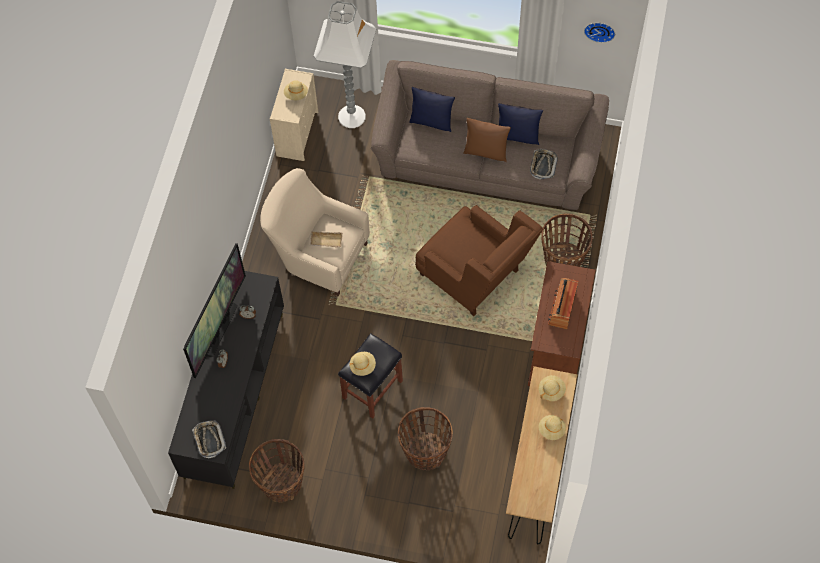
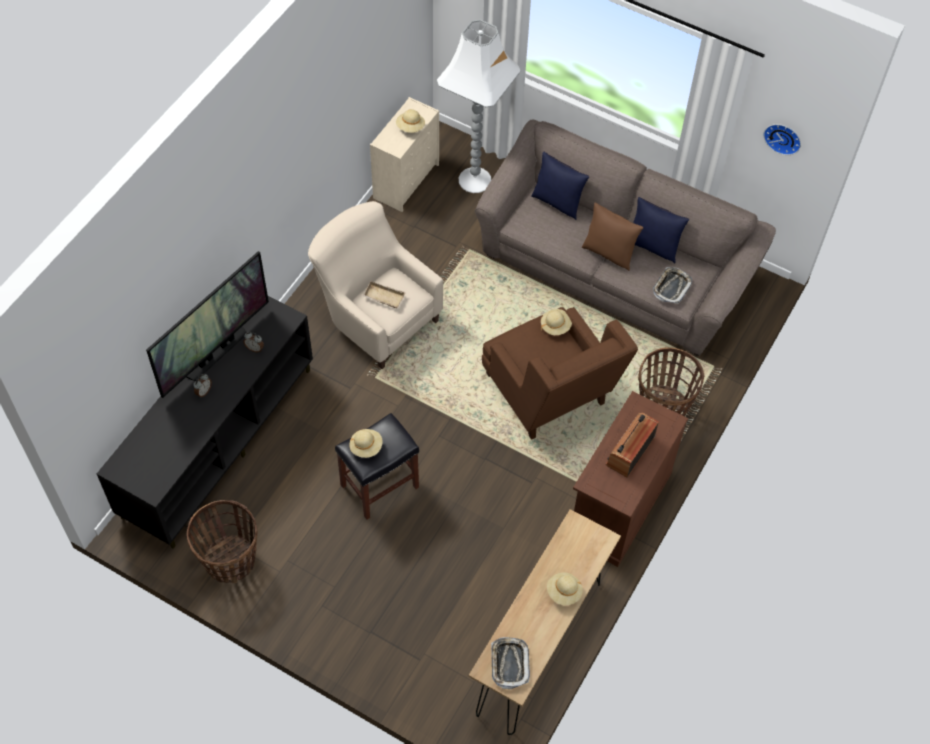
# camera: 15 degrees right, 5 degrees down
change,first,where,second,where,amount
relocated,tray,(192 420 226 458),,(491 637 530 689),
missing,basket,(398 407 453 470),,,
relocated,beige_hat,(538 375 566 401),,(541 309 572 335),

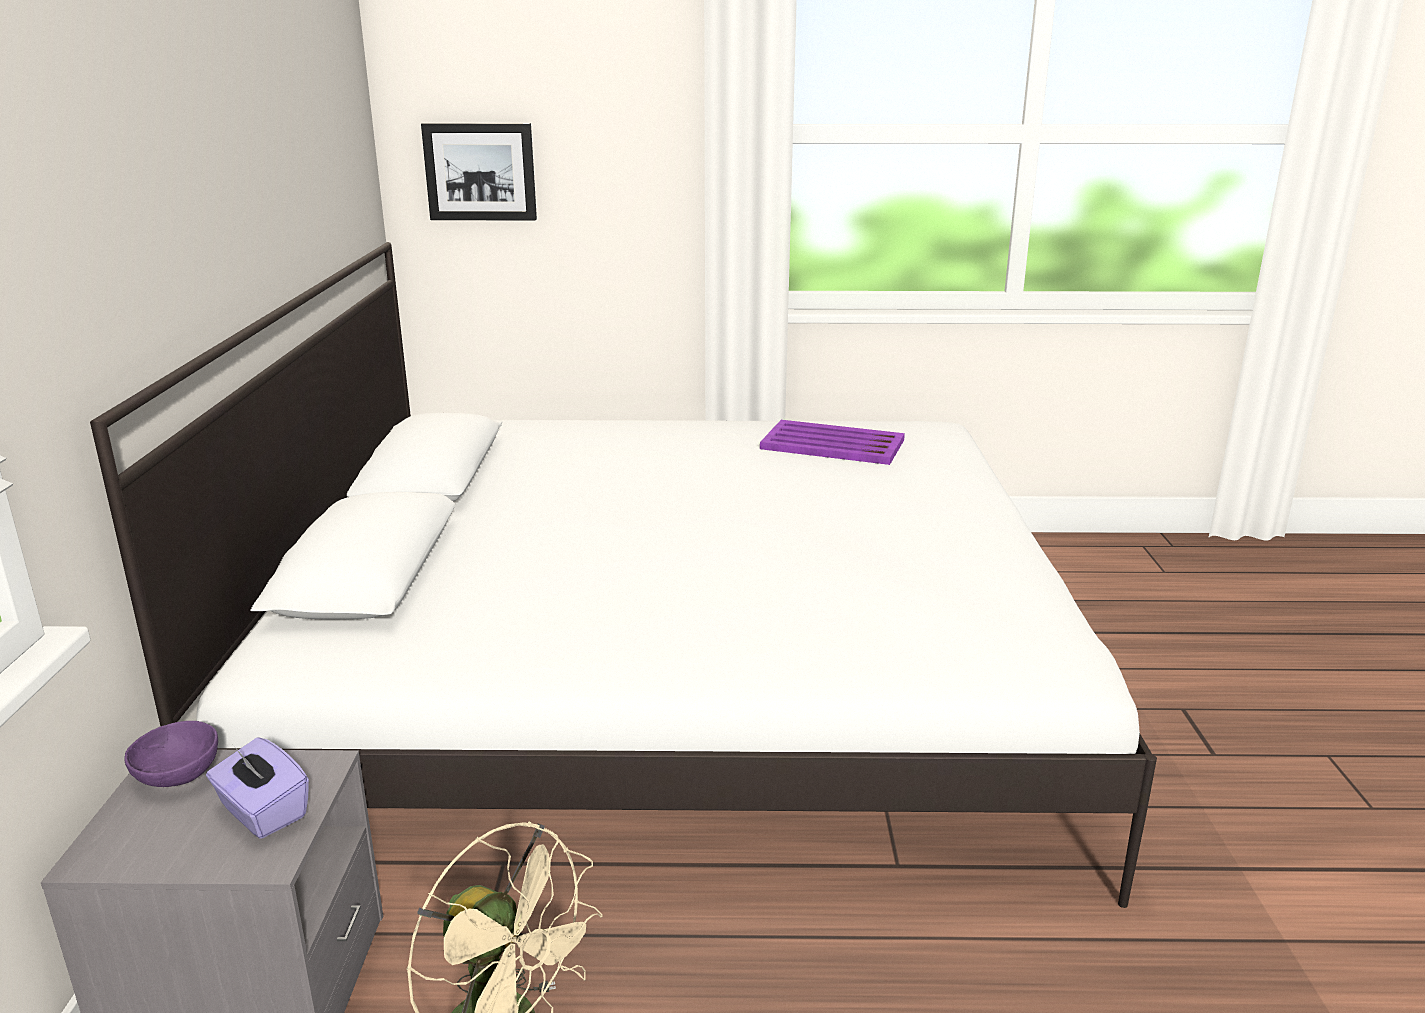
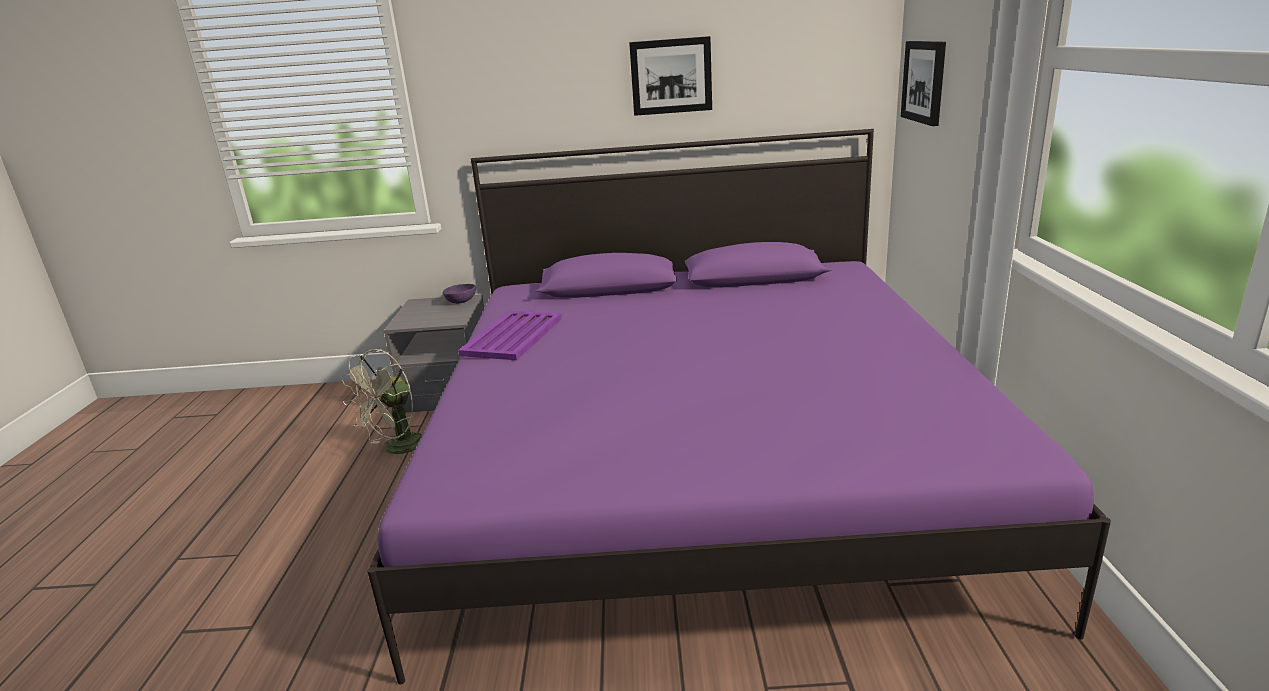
# camera: 90 degrees right, 0 degrees up
change,first,where,second,where,amount
colour,white_bed,(90 242 1157 908),purple_bed,(367 129 1111 685),
missing,purple_tissue_box,(206 738 309 839),,,
relocated,purple_tray,(760 420 905 465),,(458 311 562 360),
appeared,,,picture,(629 36 712 116),

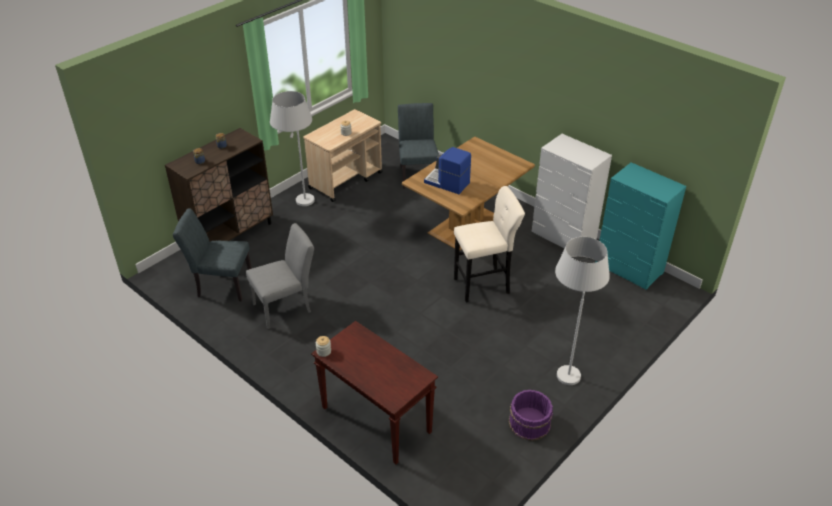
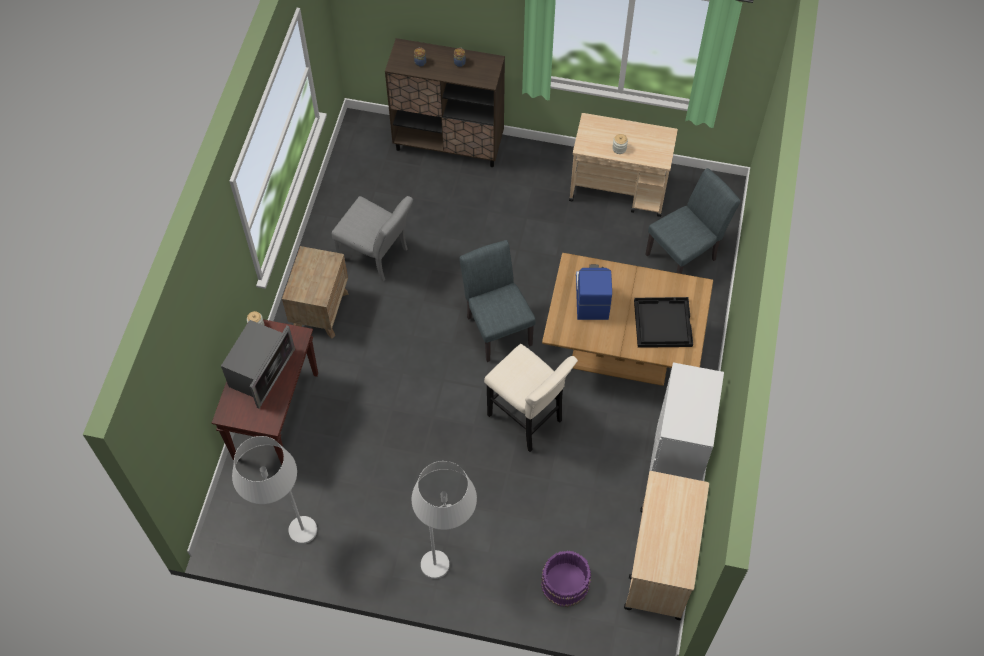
# camera: 60 degrees right, 20 degrees up
change,first,where,second,where,amount
relocated,grey_chair,(173 208 252 302),,(459 240 536 362),
relocated,white_floor_lamp,(270 91 315 206),,(232 436 317 544),
relocated,purple_bucket,(508 390 553 441),,(541 550 591 607),
exchanged,turquoise_dresser,(595 162 686 290),beige_cart,(624 471 709 620),
appeared,,,microwave,(221 320 295 409),
appeared,,,brown_nightstand,(282 246 349 338),
appeared,,,black_tray,(634 297 693 348),

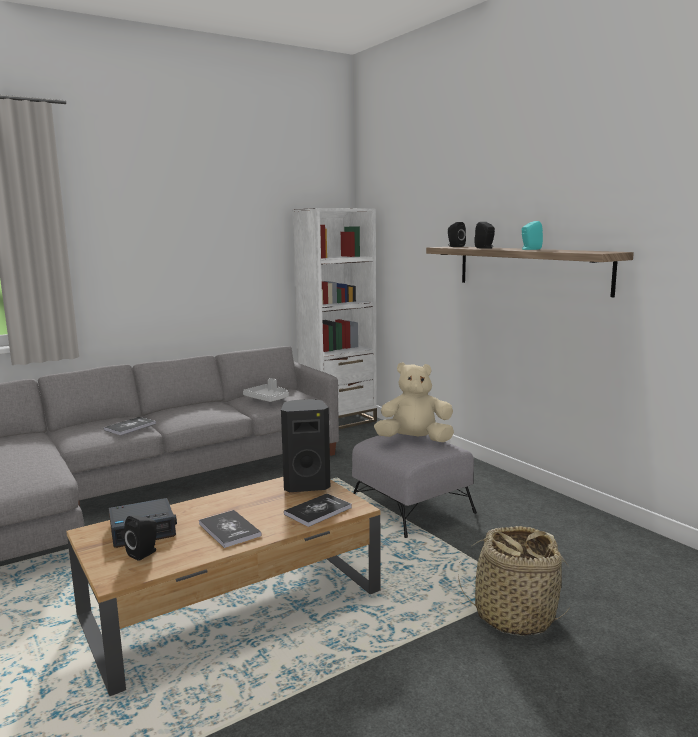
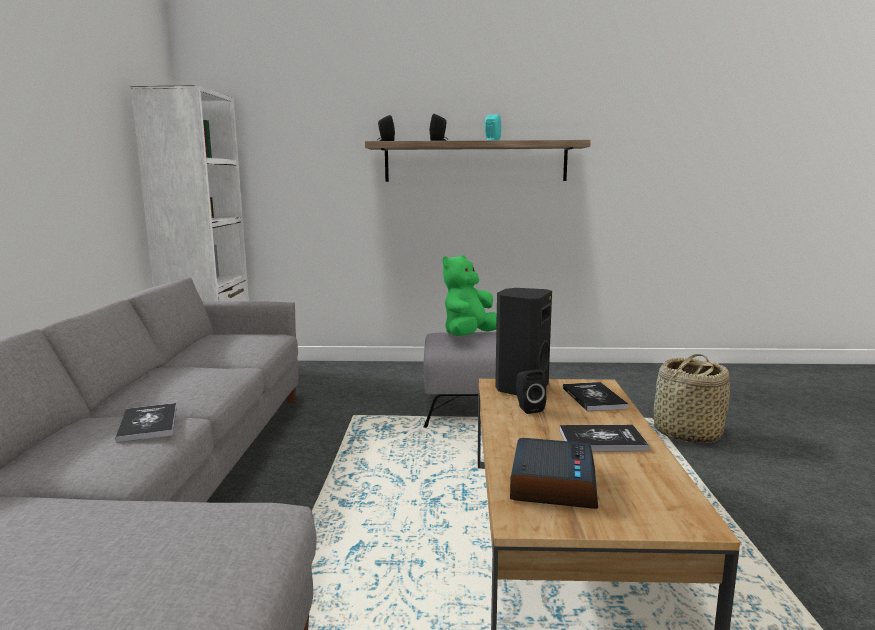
# camera: 55 degrees left, 0 degrees up
change,first,where,second,where,amount
relocated,black_speaker,(124 516 157 561),,(516 369 546 414),
missing,grey_tray,(243 378 289 402),,,
colour,beige_plush_toy,(374 362 454 442),green_plush_toy,(443 255 497 336),

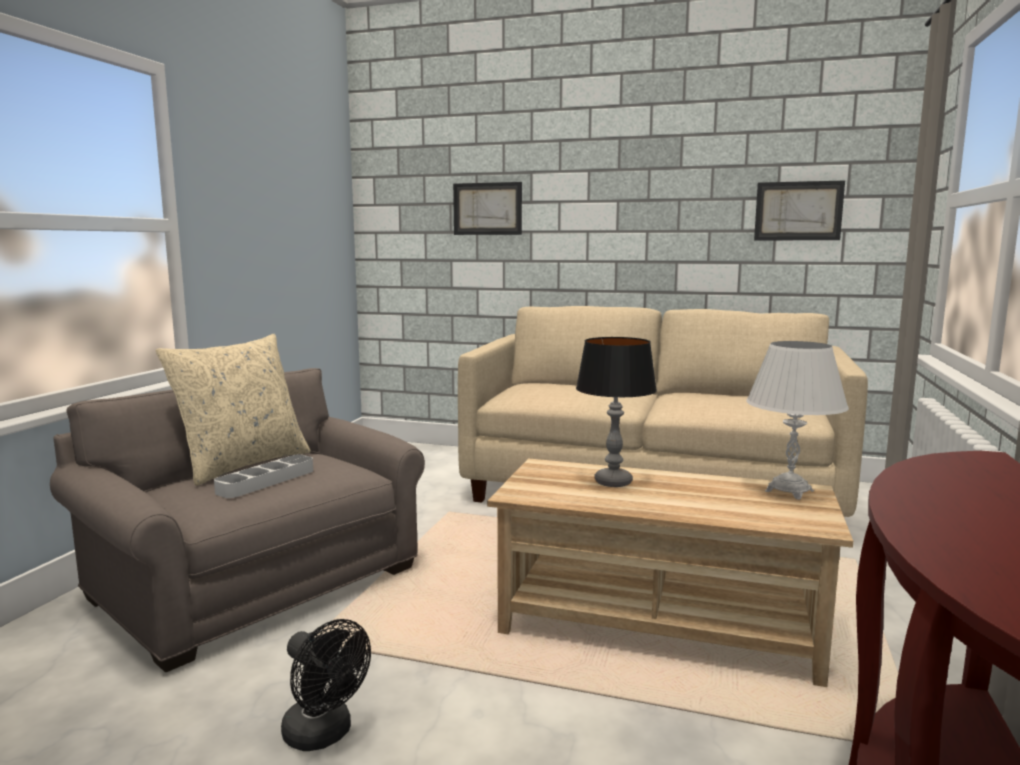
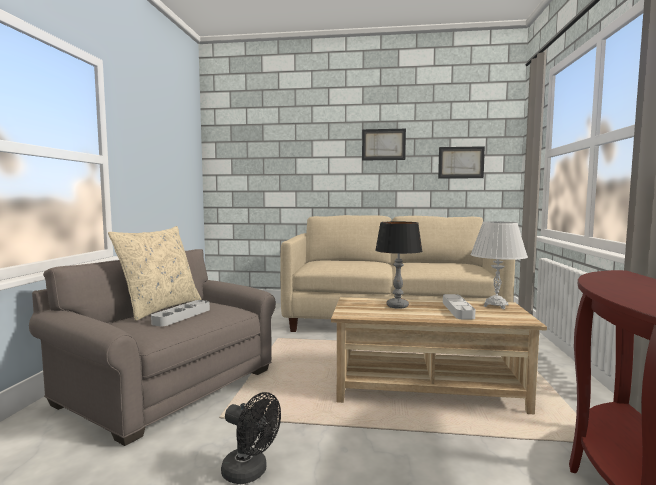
# camera: 10 degrees left, 5 degrees down
change,first,where,second,where,amount
relocated,picture,(453 182 522 235),,(362 129 406 161),
appeared,,,grey_tray,(443 294 476 320),

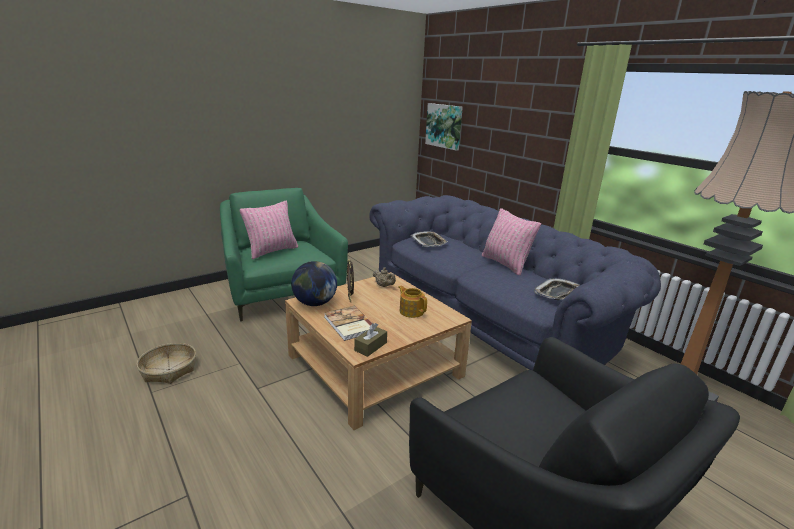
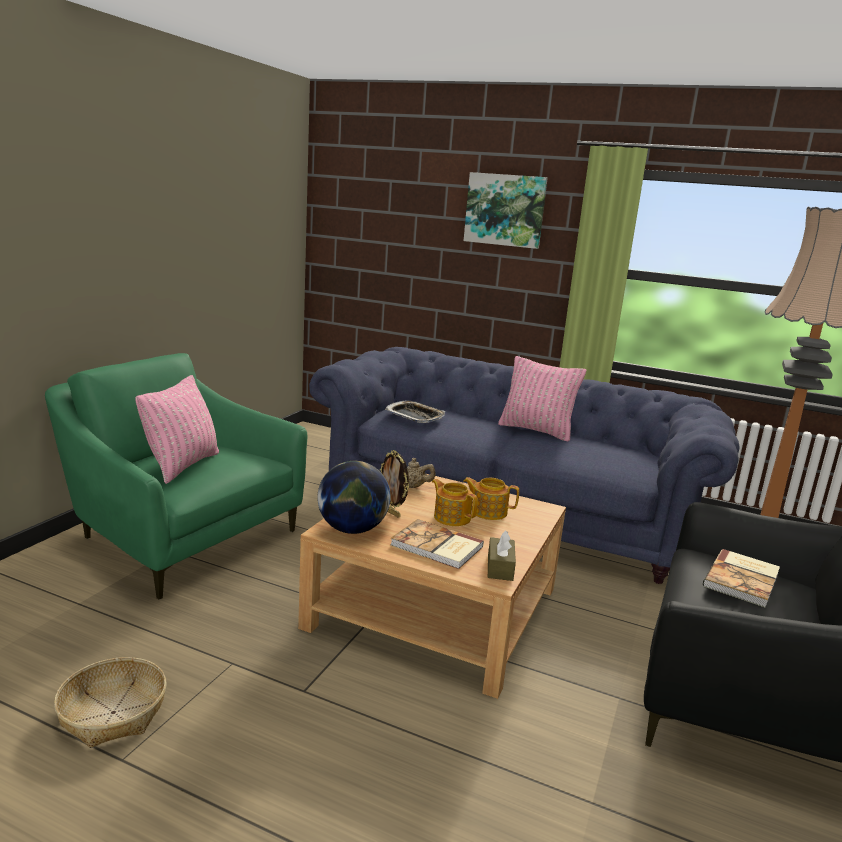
# camera: 30 degrees left, 5 degrees down
change,first,where,second,where,amount
relocated,picture,(425 103 463 151),,(464 172 548 249),
missing,tray,(534 278 580 300),,,
appeared,,,teapot,(432 479 478 526),
appeared,,,book,(703 549 780 608),

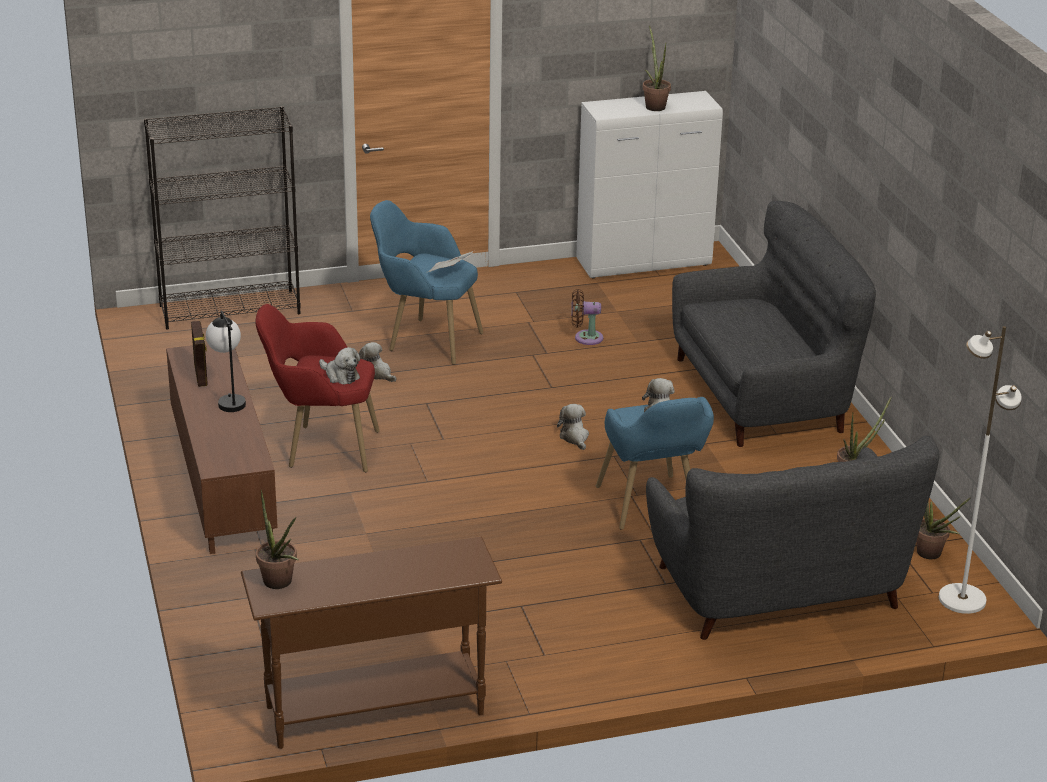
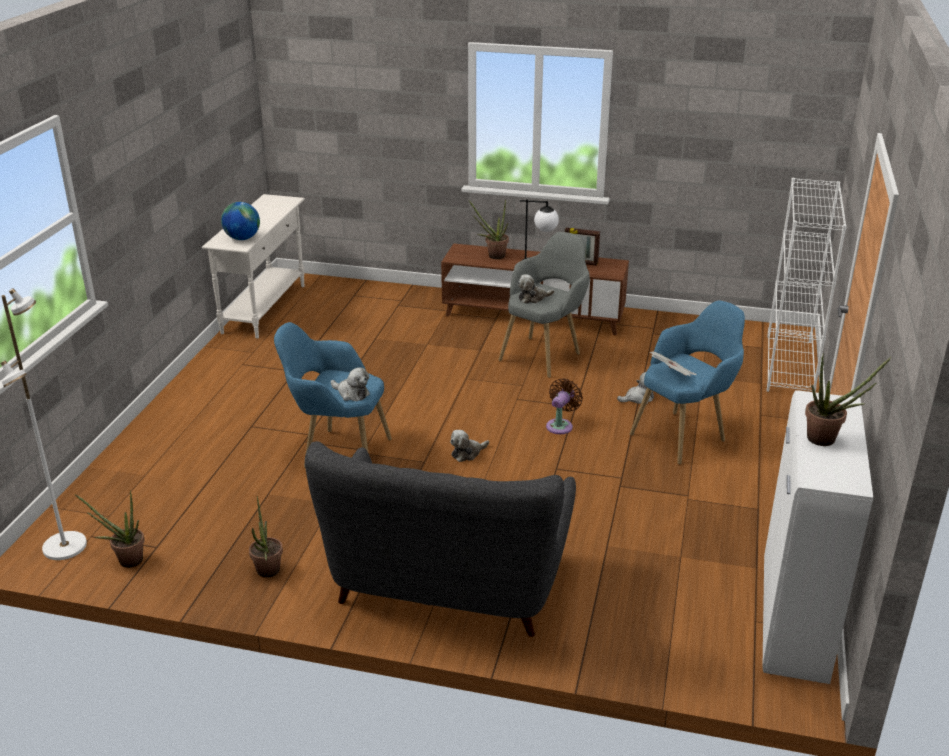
# camera: 120 degrees right, 0 degrees up
change,first,where,second,where,amount
colour,black_bookcase,(144 106 301 329),white_bookcase,(766 178 847 392),
colour,brown_console_table,(241 537 502 749),white_console_table,(202 194 305 338),
colour,red_armchair,(256 304 380 472),grey_armchair,(498 232 590 378),
relocated,potted_plant,(256 490 299 589),,(469 199 509 259),
spun,plush_toy,(557 404 589 450),,(450 430 489 462),135 degrees clockwise
relocated,brown_fan,(571 289 603 345),,(546 378 583 434),
missing,grey_sofa,(646 436 939 640),,,
appeared,,,globe,(221 202 260 240),

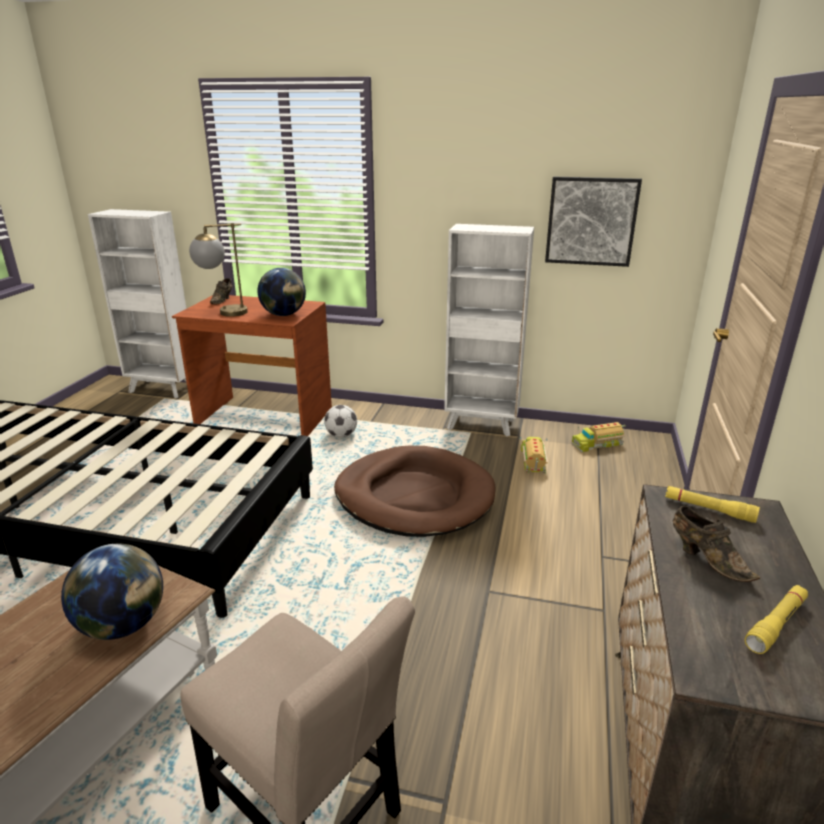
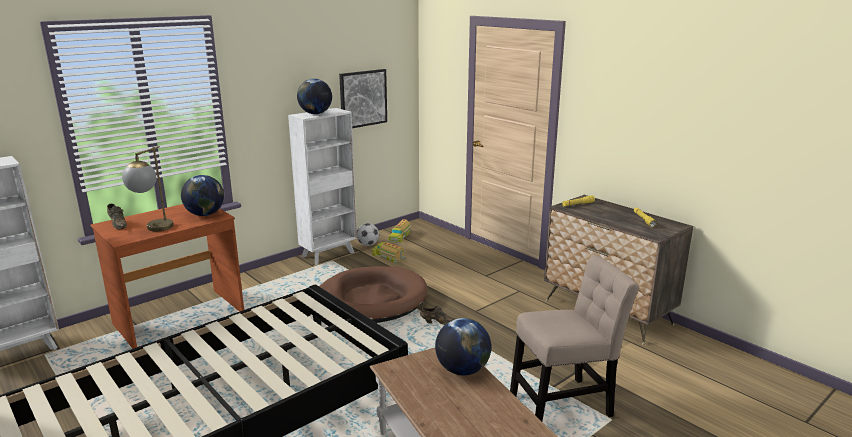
# camera: 55 degrees left, 5 degrees down
change,first,where,second,where,amount
relocated,football,(324 405 357 438),,(357 223 379 246),
relocated,brown_shoe,(673 506 760 582),,(420 306 457 325),
appeared,,,globe,(297 79 332 114),

